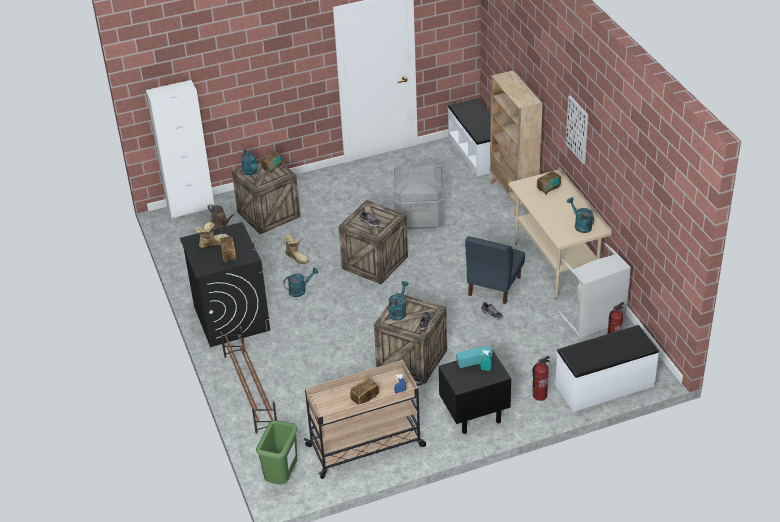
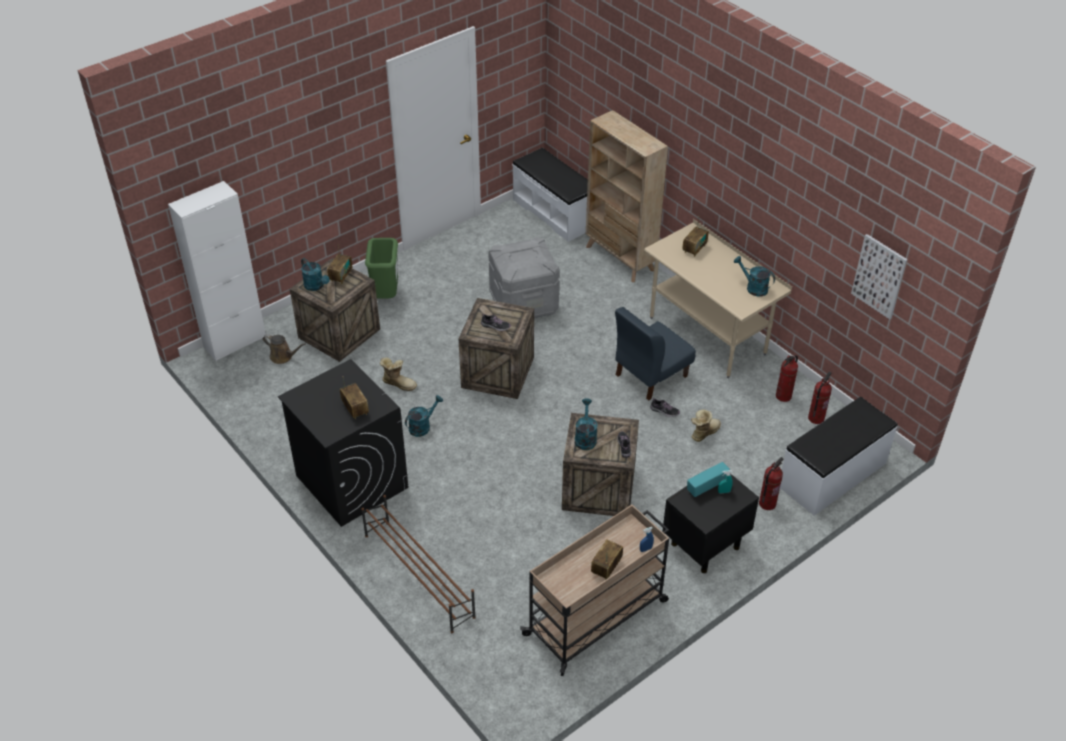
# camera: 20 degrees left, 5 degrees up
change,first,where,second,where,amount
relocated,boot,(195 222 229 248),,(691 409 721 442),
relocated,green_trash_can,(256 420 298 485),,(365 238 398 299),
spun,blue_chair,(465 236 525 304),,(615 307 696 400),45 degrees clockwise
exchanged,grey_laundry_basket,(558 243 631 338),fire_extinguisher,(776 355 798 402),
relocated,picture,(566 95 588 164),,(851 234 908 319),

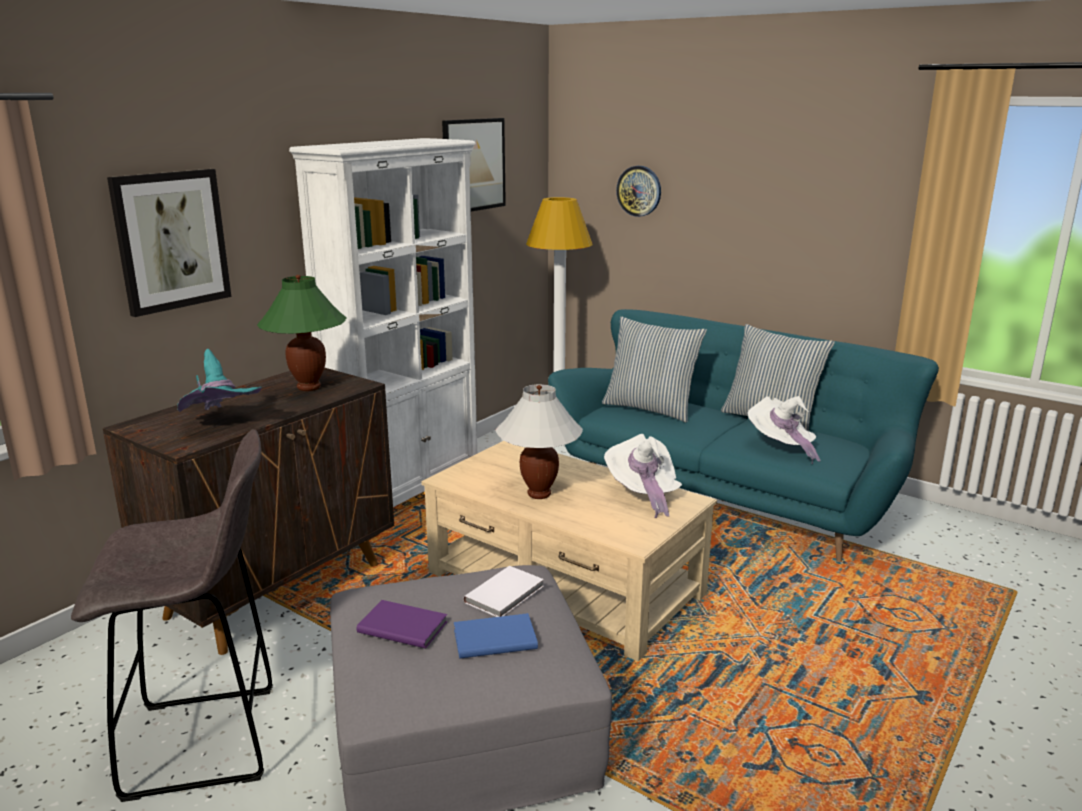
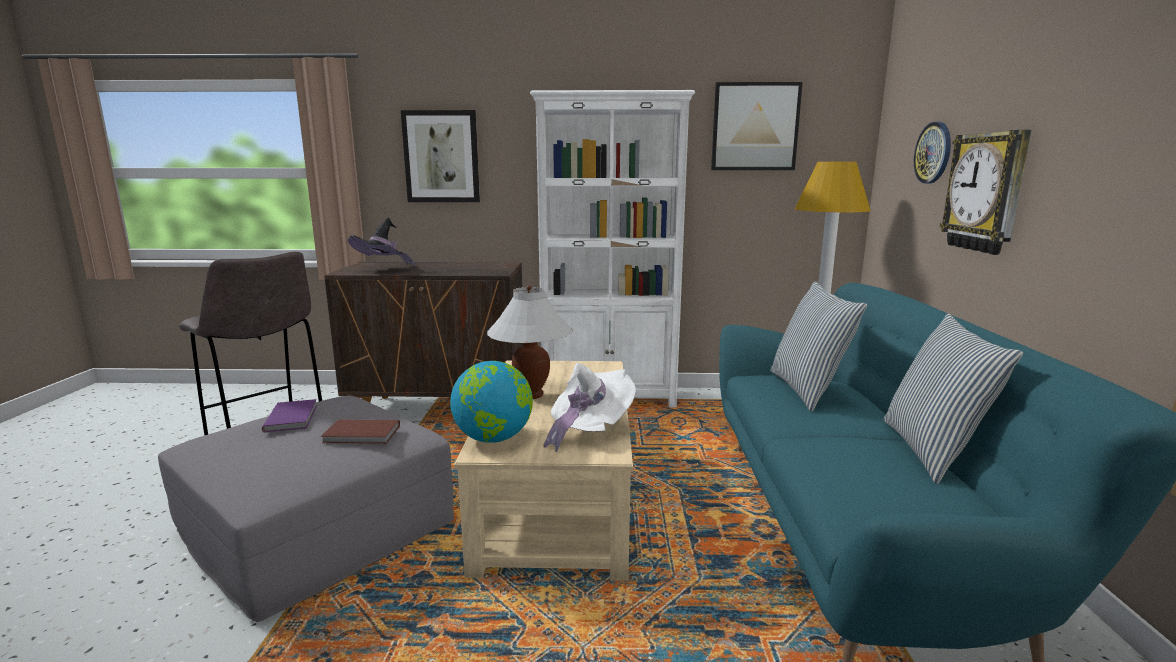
# camera: 55 degrees right, 5 degrees down
change,first,where,second,where,amount
colour,turquoise_hat,(177 349 262 412),black_hat,(348 218 416 266),
missing,green_table_lamp,(257 275 347 391),,,
missing,blue_book,(454 613 538 659),,,
colour,white_book,(463 566 544 617),brown_book,(321 420 400 444),
missing,white_hat,(748 396 821 464),,,
appeared,,,globe,(450 361 533 443),
appeared,,,wall_clock,(940 130 1031 255),

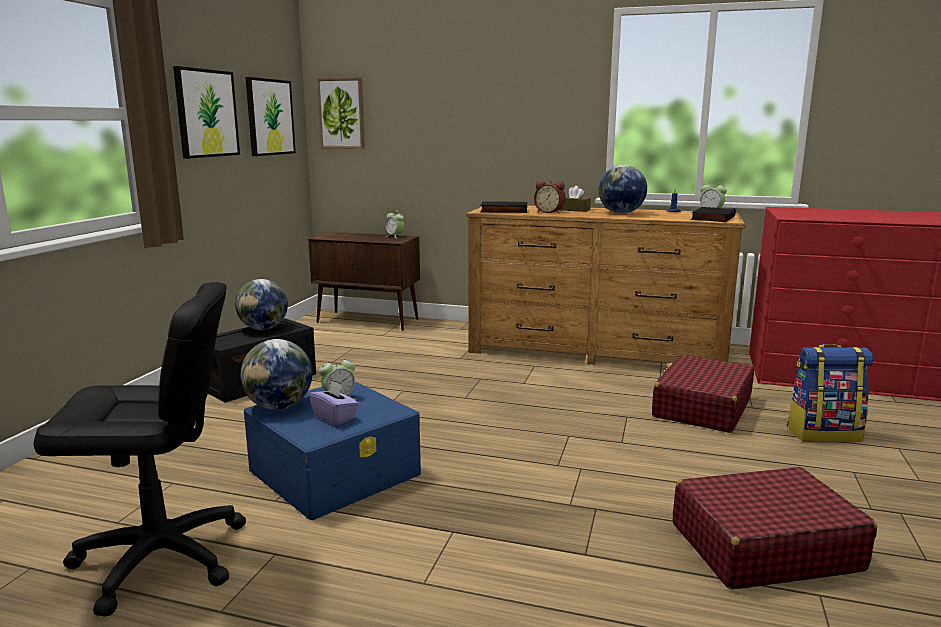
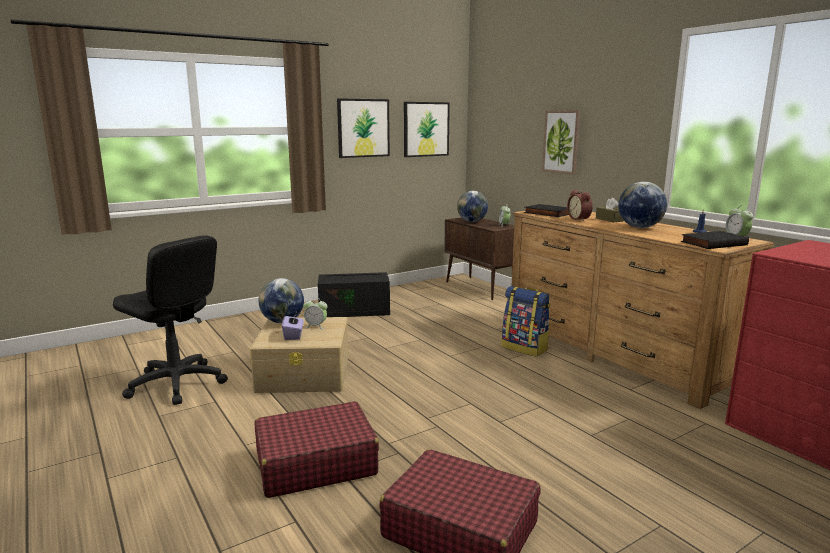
# camera: 40 degrees right, 0 degrees up
change,first,where,second,where,amount
relocated,globe,(235 279 288 330),,(457 191 488 222),
colour,blue_storage_box,(244 381 421 520),beige_storage_box,(250 317 349 393),
relocated,picture,(317 77 365 149),,(542 110 581 174),
relocated,red_suitcase,(652 354 754 433),,(254 401 379 498),
relocated,backpack,(787 344 873 443),,(502 286 550 357),

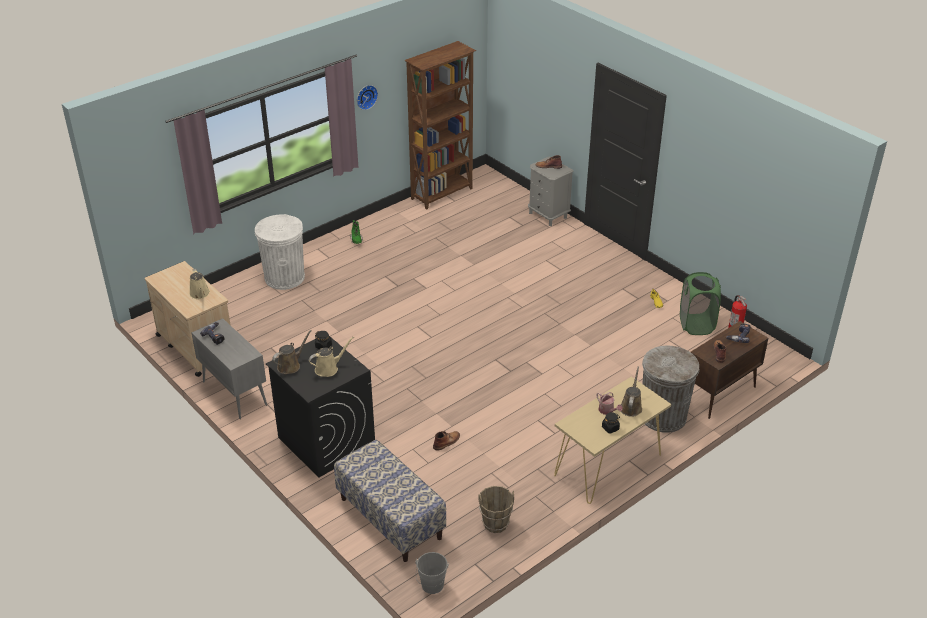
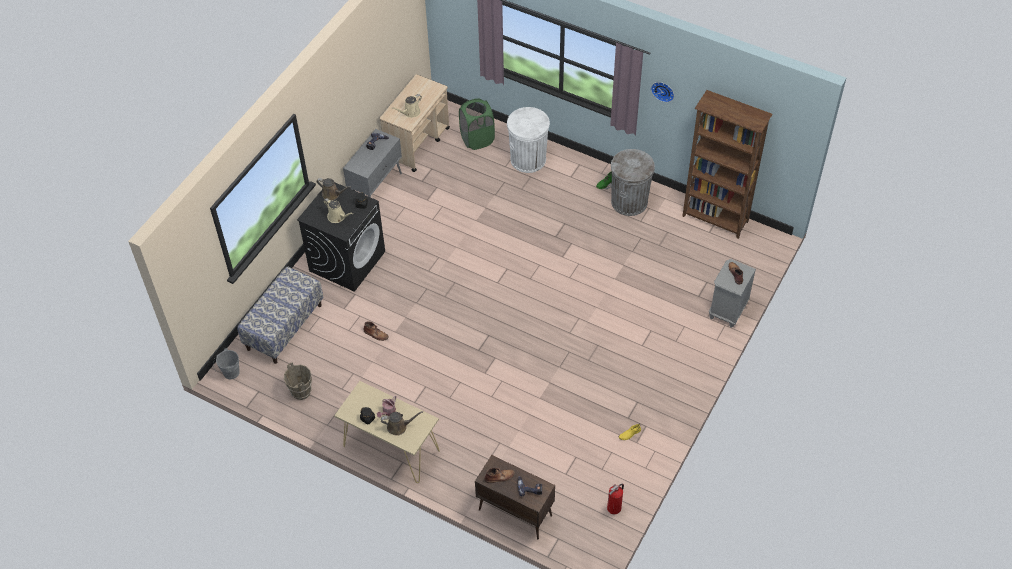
# camera: 70 degrees right, 15 degrees up
change,first,where,second,where,amount
relocated,grey_trash_can,(642 346 699 433),,(611 149 655 216),
relocated,green_laundry_basket,(680 272 721 335),,(459 99 495 150),

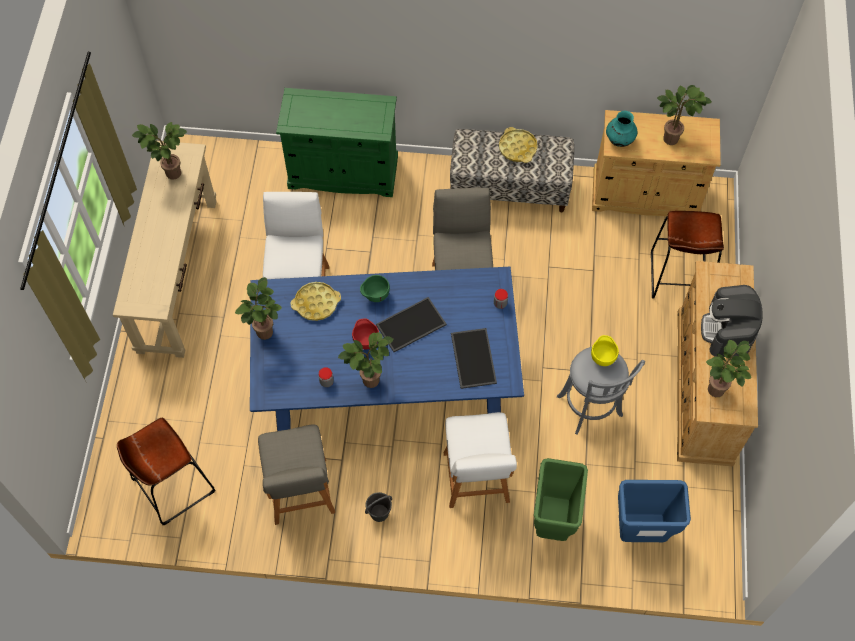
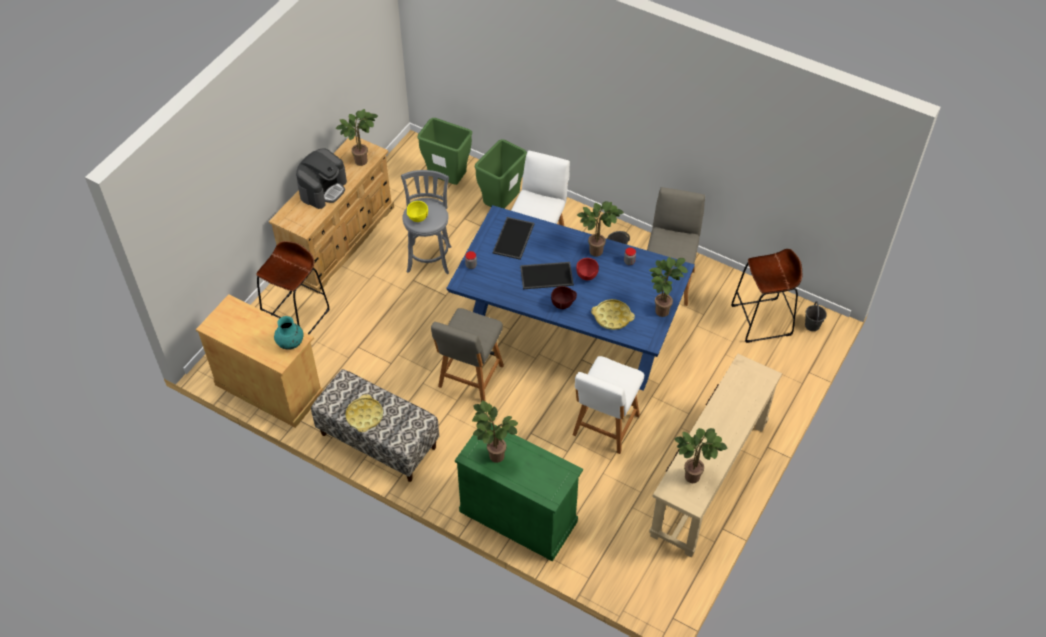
# camera: 155 degrees left, 10 degrees down
change,first,where,second,where,amount
colour,green_bowl,(360 275 390 302),brown_bowl,(551 286 577 309),
colour,blue_trash_can,(618 480 691 542),green_trash_can,(418 118 472 185),
relocated,potted_plant,(657 85 712 145),,(472 400 518 463),
appeared,,,grey_bucket,(805 301 827 331),

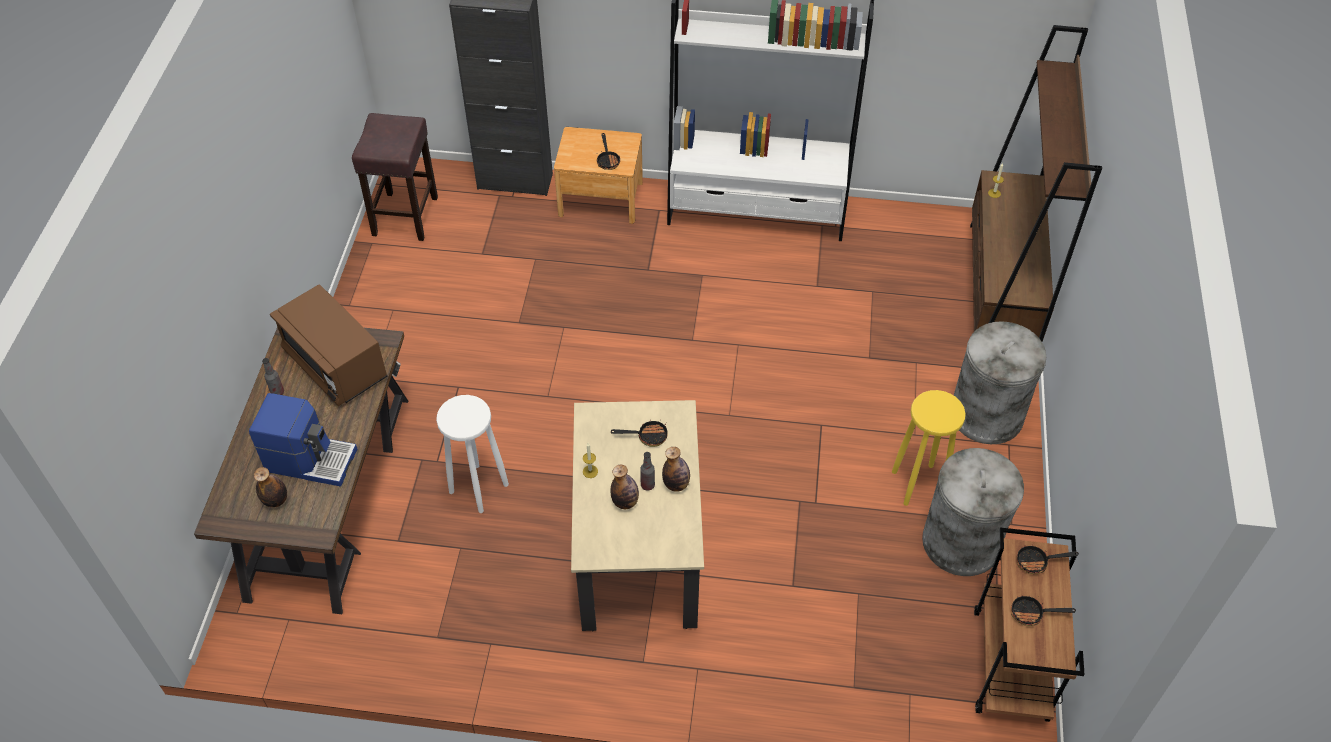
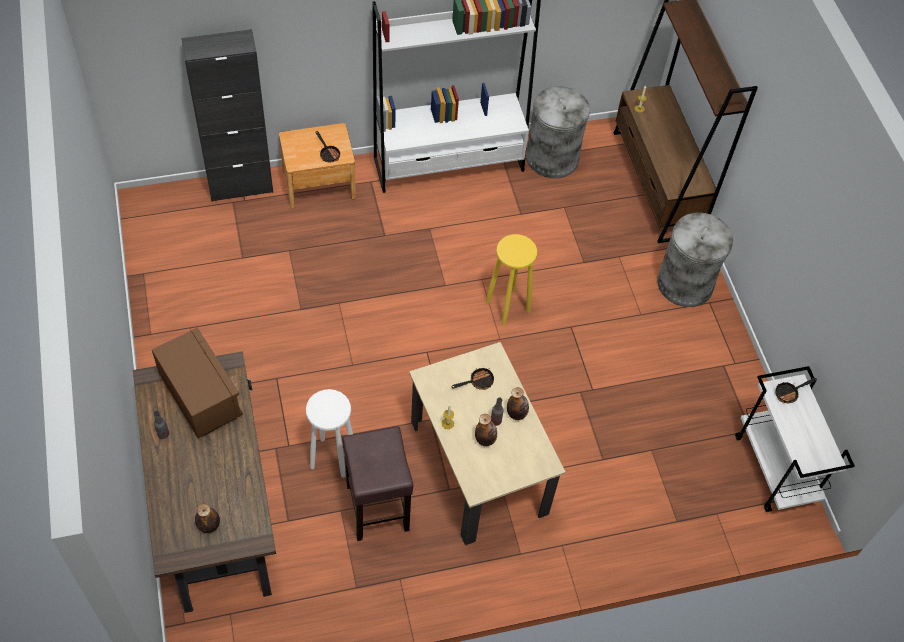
# camera: 25 degrees left, 5 degrees up
change,first,where,second,where,amount
missing,coffee_machine,(249 393 357 487),,,
spun,brown_microwave,(270 284 387 406),,(152 328 243 438),150 degrees counterclockwise
relocated,brown_stool,(352 113 438 241),,(342 426 413 541),
relocated,yellow_stool,(892 390 966 506),,(486 234 537 325),
relocated,grey_trash_can,(922 448 1024 576),,(526 86 590 178),
colour,brown_cart,(974 528 1085 722),white_cart,(735 366 855 512),
missing,frying_pan,(1011 595 1076 626),,,

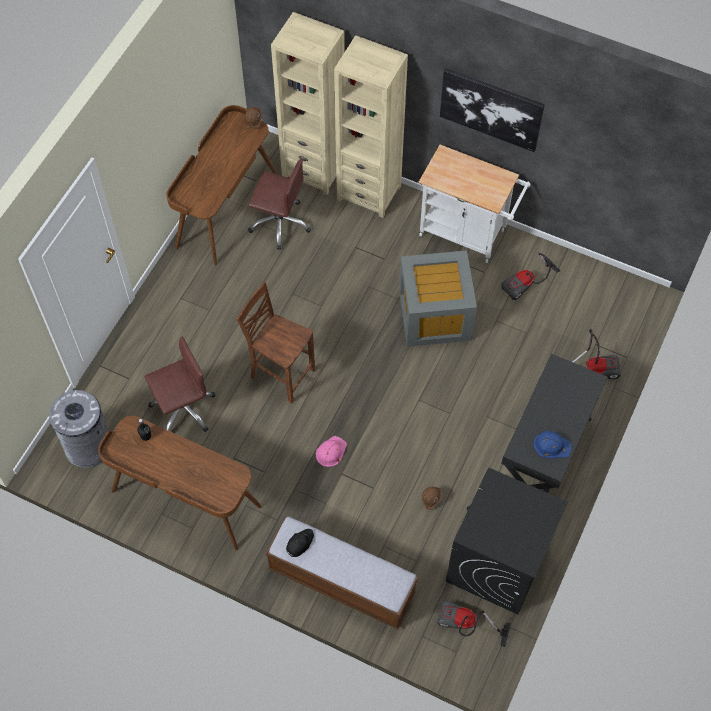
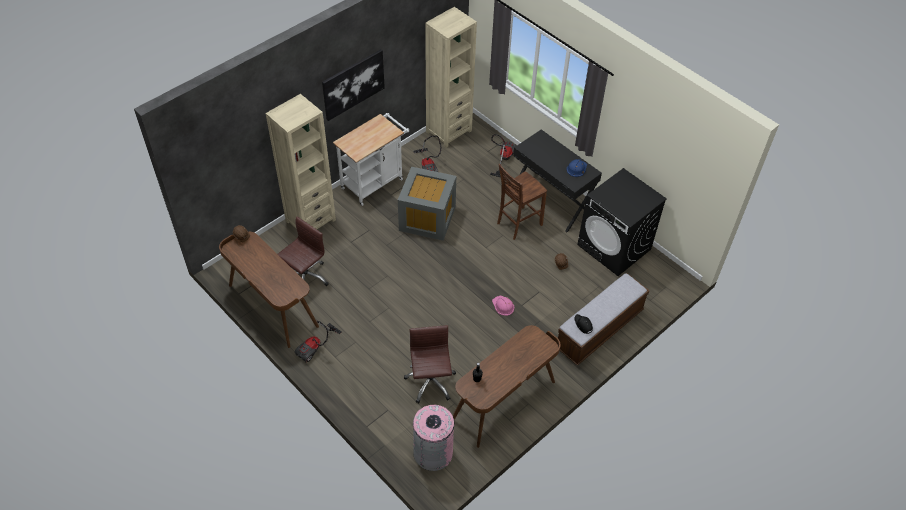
# camera: 70 degrees left, 10 degrees down
change,first,where,second,where,amount
colour,grey_trash_can,(49 390 108 468),pink_trash_can,(413 405 454 471),
relocated,brown_chair,(236 282 315 403),,(497 164 547 240),
relocated,beige_bookcase,(271 12 345 195),,(425 7 477 147),
relocated,vacuum_cleaner,(437 601 511 647),,(294 321 341 362),

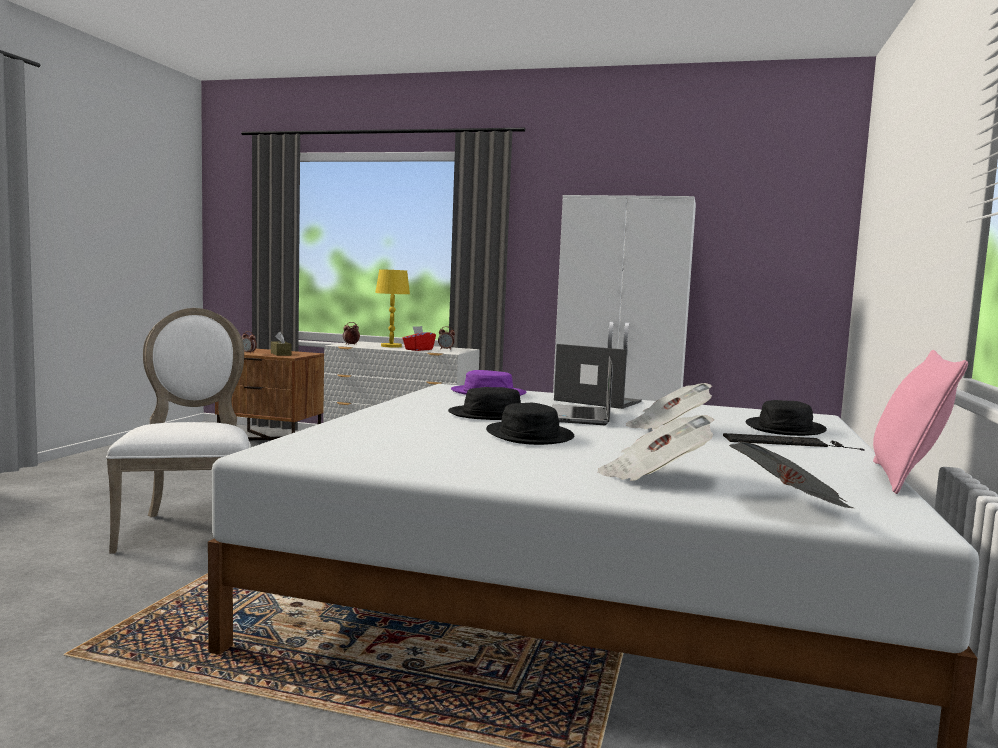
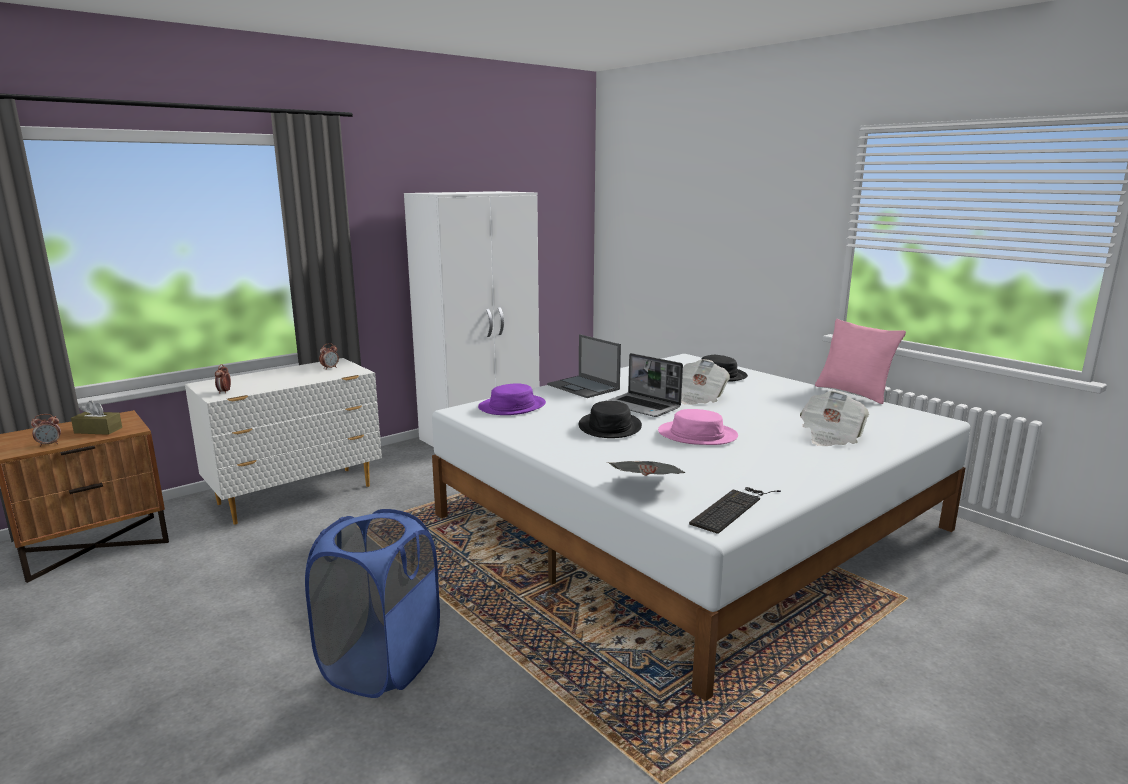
# camera: 55 degrees left, 10 degrees up
change,first,where,second,where,amount
exchanged,white_chair,(106 308 251 554),blue_laundry_basket,(305 509 440 698),
missing,yellow_table_lamp,(375 269 410 348),,,
missing,red_tissue_box,(402 326 436 351),,,
colour,black_hat,(486 403 574 445),pink_hat,(658 409 738 445),
spun,laptop,(554 344 642 409),,(547 334 621 398),105 degrees counterclockwise
relocated,keyboard,(723 433 865 451),,(689 487 781 534),
relocated,newspaper,(729 441 853 508),,(607 461 685 476),

